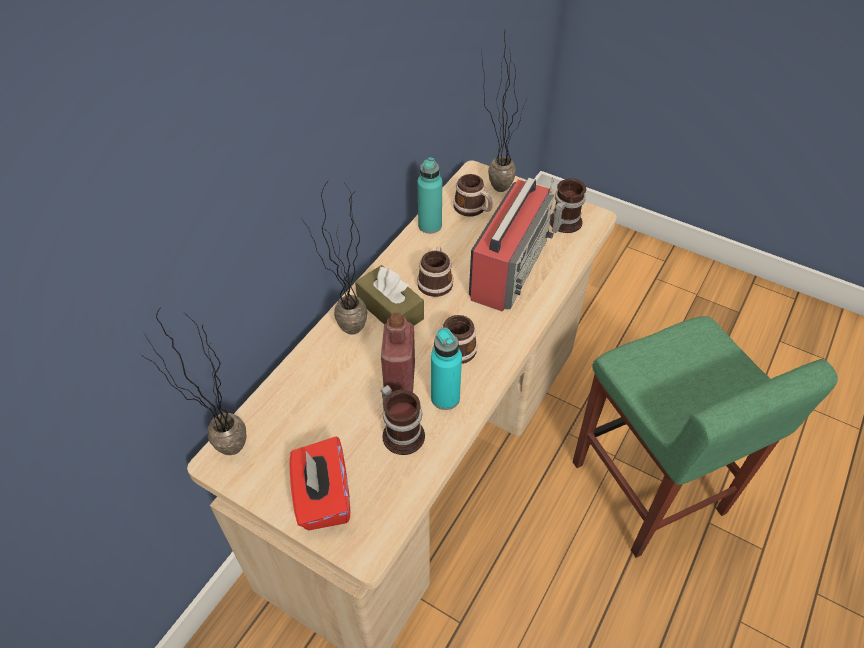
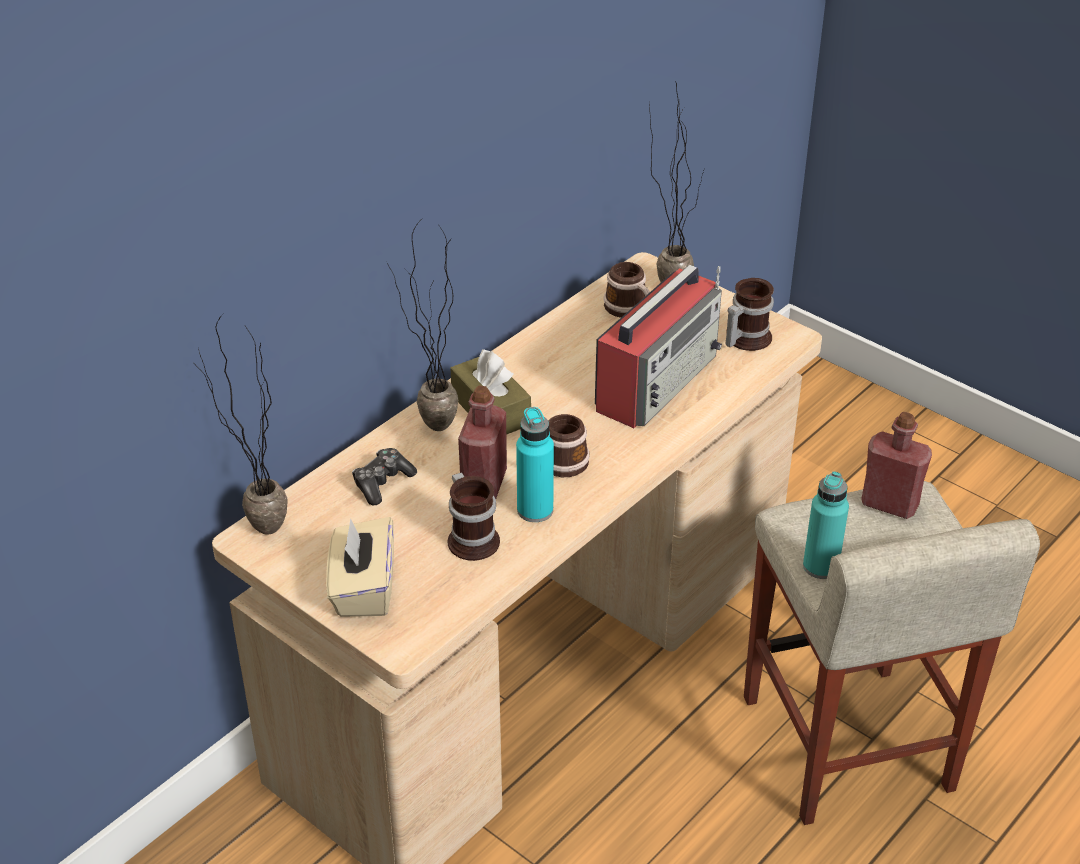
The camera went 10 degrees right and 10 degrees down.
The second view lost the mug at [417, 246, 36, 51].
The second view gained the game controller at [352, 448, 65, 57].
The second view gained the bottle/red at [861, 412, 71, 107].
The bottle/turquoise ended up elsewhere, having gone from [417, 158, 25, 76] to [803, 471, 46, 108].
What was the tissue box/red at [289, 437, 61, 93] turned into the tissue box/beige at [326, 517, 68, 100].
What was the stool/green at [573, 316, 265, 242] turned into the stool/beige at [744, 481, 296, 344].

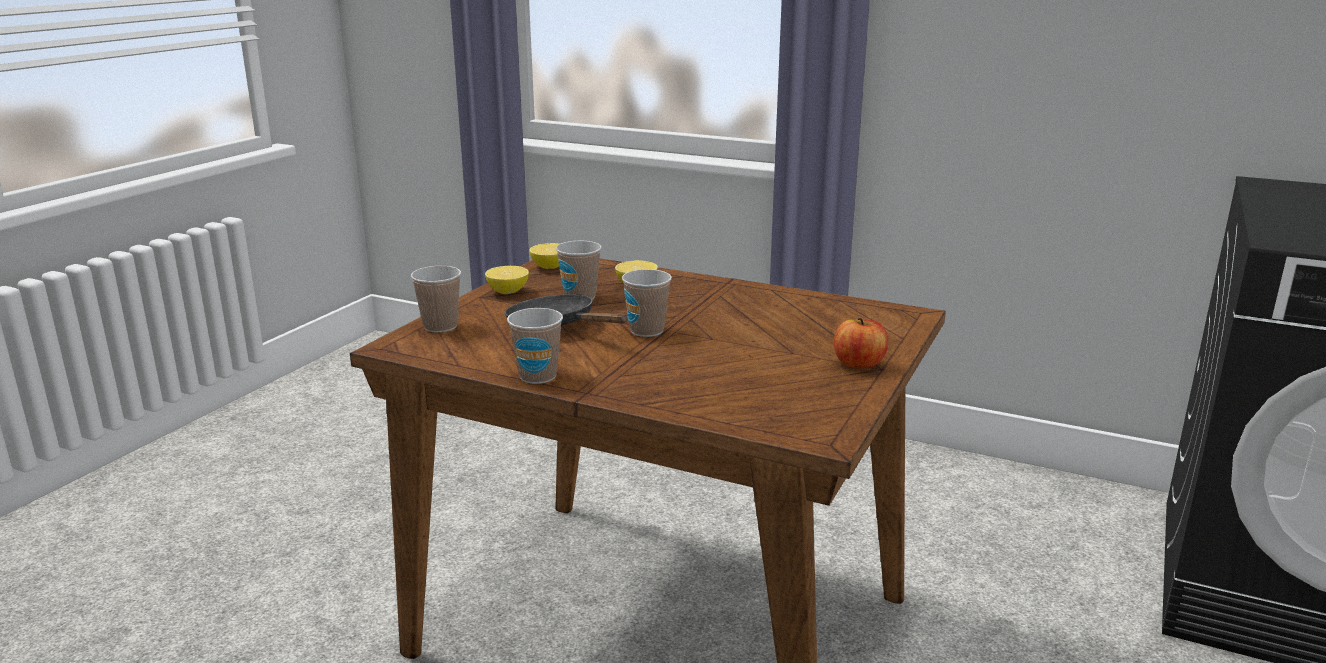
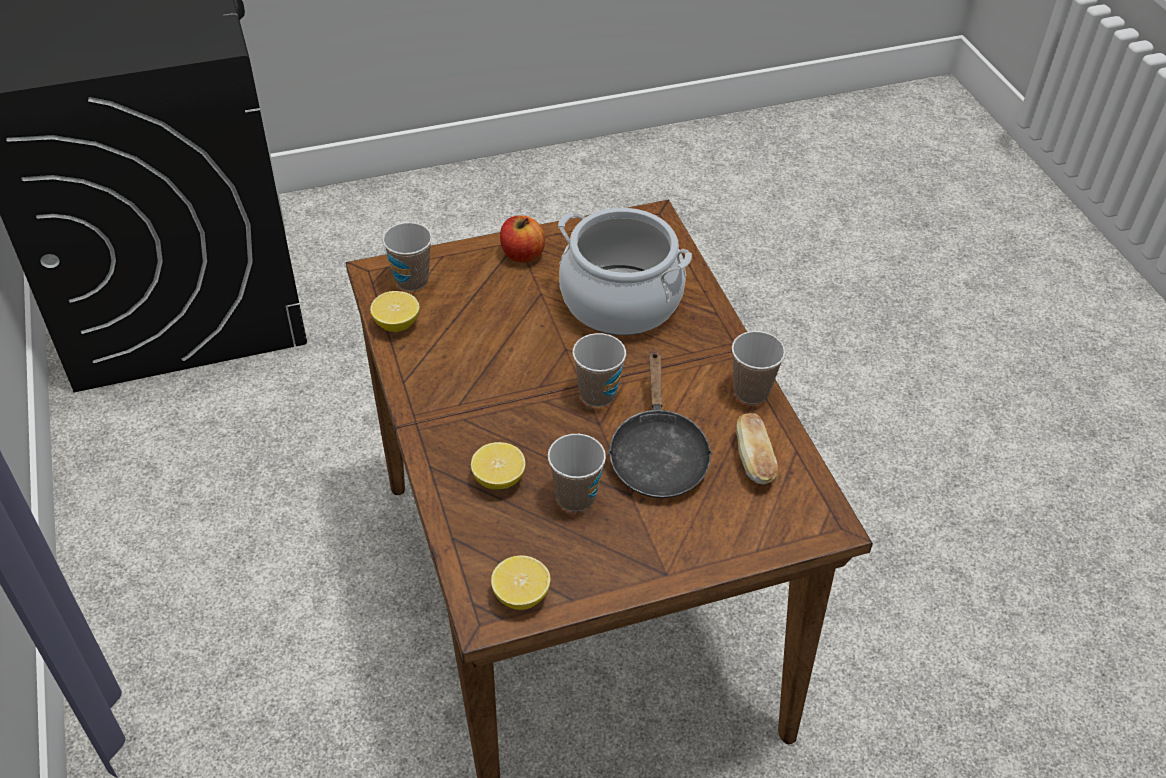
The camera went 135 degrees left and 25 degrees up.
The second view gained the cooking pot at [558, 208, 134, 127].
The second view gained the bread at [736, 413, 42, 72].
The cup ended up elsewhere, having gone from [411, 266, 50, 66] to [383, 222, 49, 69].
The lemon ended up elsewhere, having gone from [485, 266, 44, 28] to [370, 291, 50, 41].

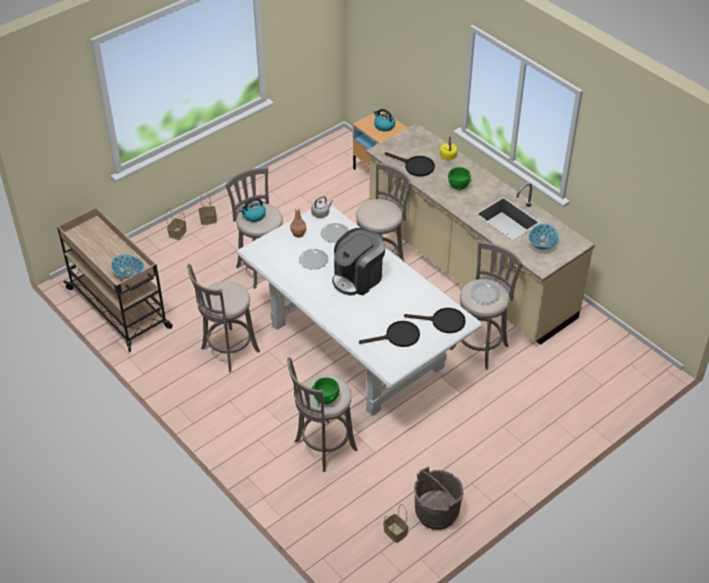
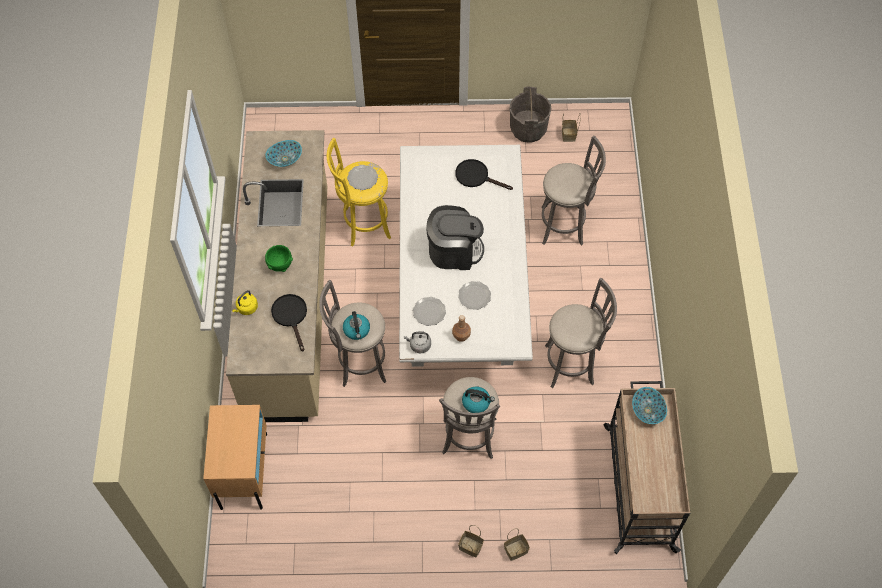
The camera went 140 degrees left and 15 degrees up.
The second view lost the bowl/green at [312, 377, 27, 27].
The second view lost the frying pan/black at [404, 308, 62, 25].
The kettle ended up elsewhere, having gone from [373, 109, 22, 22] to [343, 311, 27, 29].
What was the stool/grey at [450, 242, 72, 128] turned into the stool/yellow at [327, 138, 64, 108].

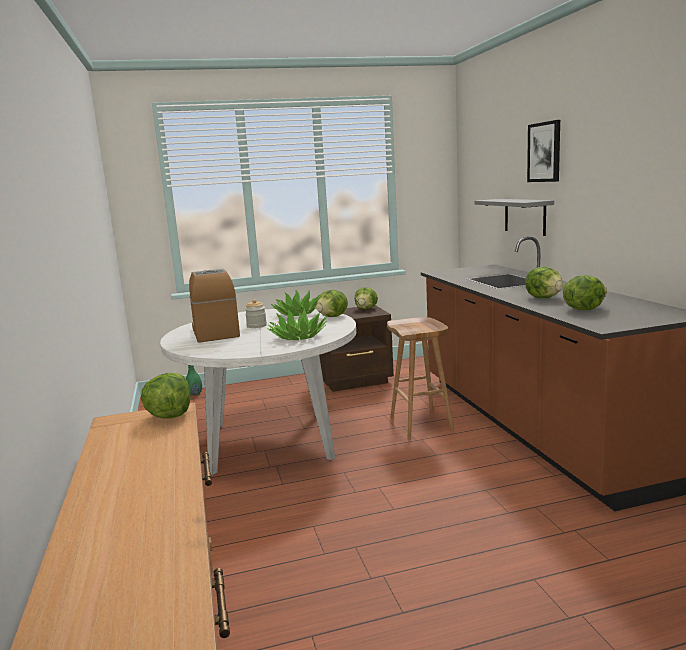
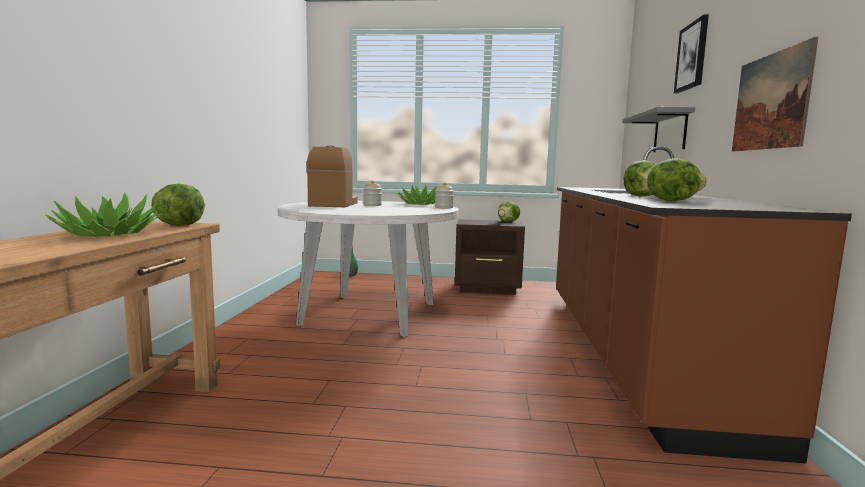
The camera went 20 degrees right and 5 degrees down.
The second view lost the stool/brown at [387, 317, 67, 122].
The second view gained the picture at [732, 37, 86, 114].
The potted plant ended up elsewhere, having gone from [267, 308, 60, 32] to [45, 192, 117, 45].
Where the lettuce stood at [316, 290, 32, 27], the jar came to stand at [435, 182, 19, 26].

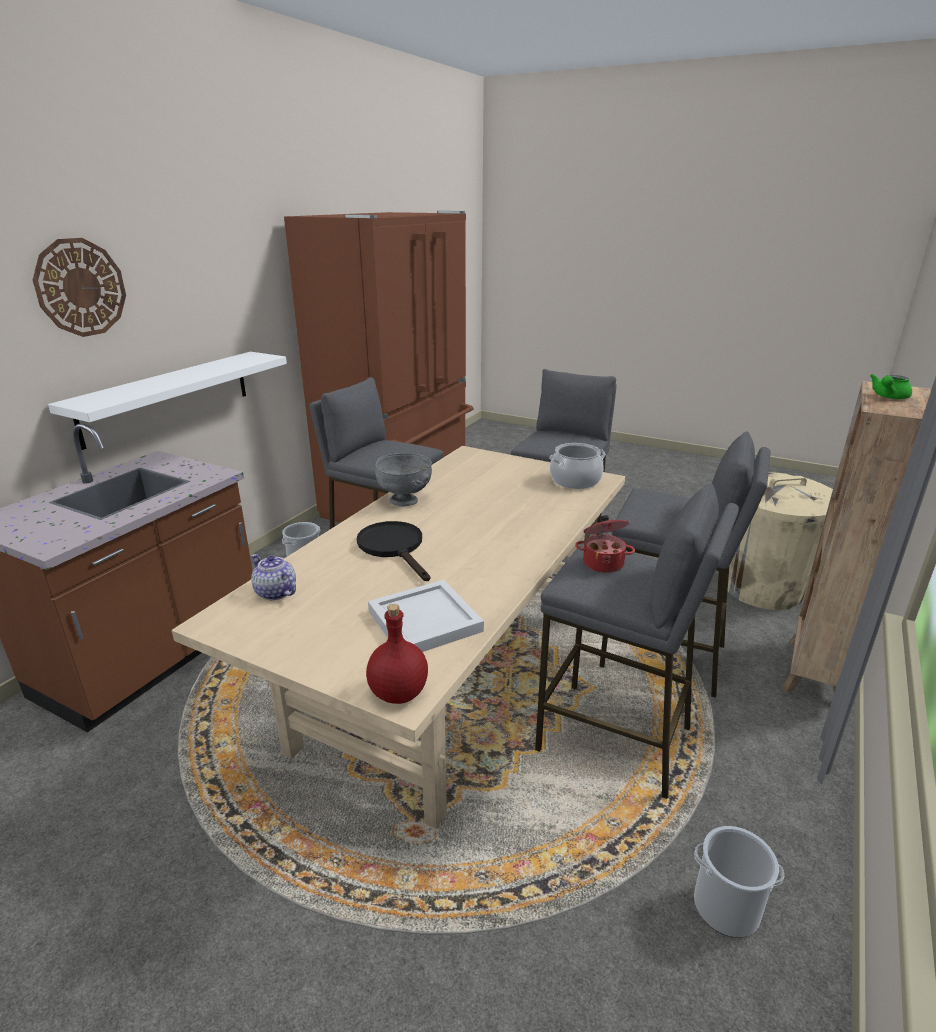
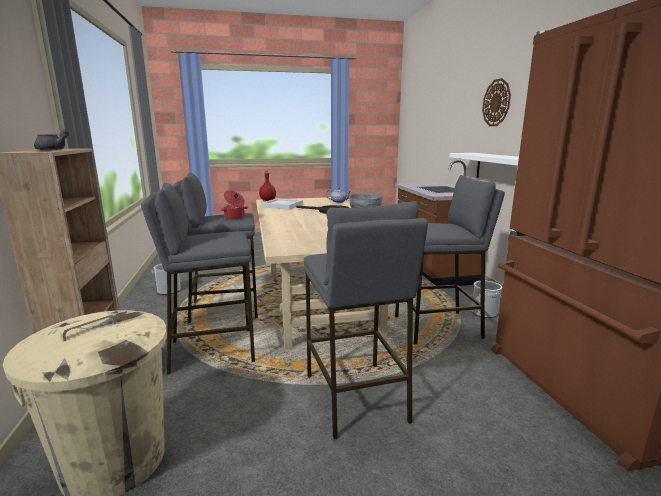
The camera went 140 degrees right and 10 degrees down.
The second view lost the cooking pot at [549, 443, 56, 46].
What was the teapot/green at [870, 374, 42, 25] turned into the teapot/grey at [34, 129, 35, 22].

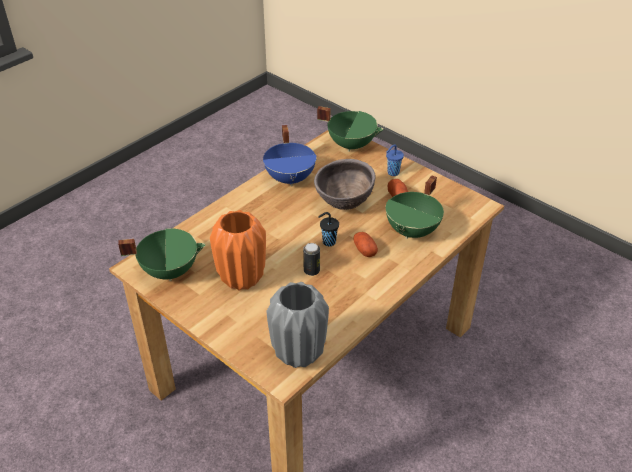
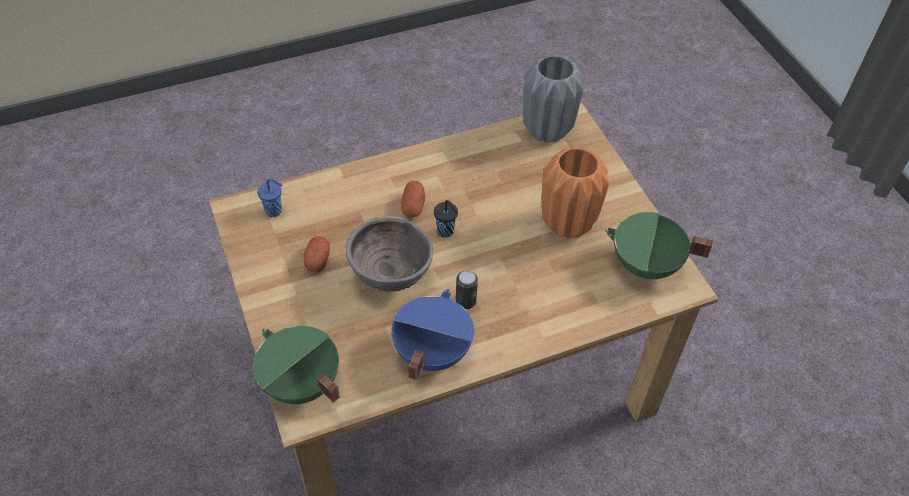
The camera went 155 degrees left and 10 degrees up.
The second view lost the cooking pot/green at [386, 176, 58, 63].
The can ended up elsewhere, having gone from [303, 243, 17, 33] to [456, 270, 22, 39].
The cup/blue ended up elsewhere, having gone from [386, 144, 18, 32] to [257, 178, 26, 39].

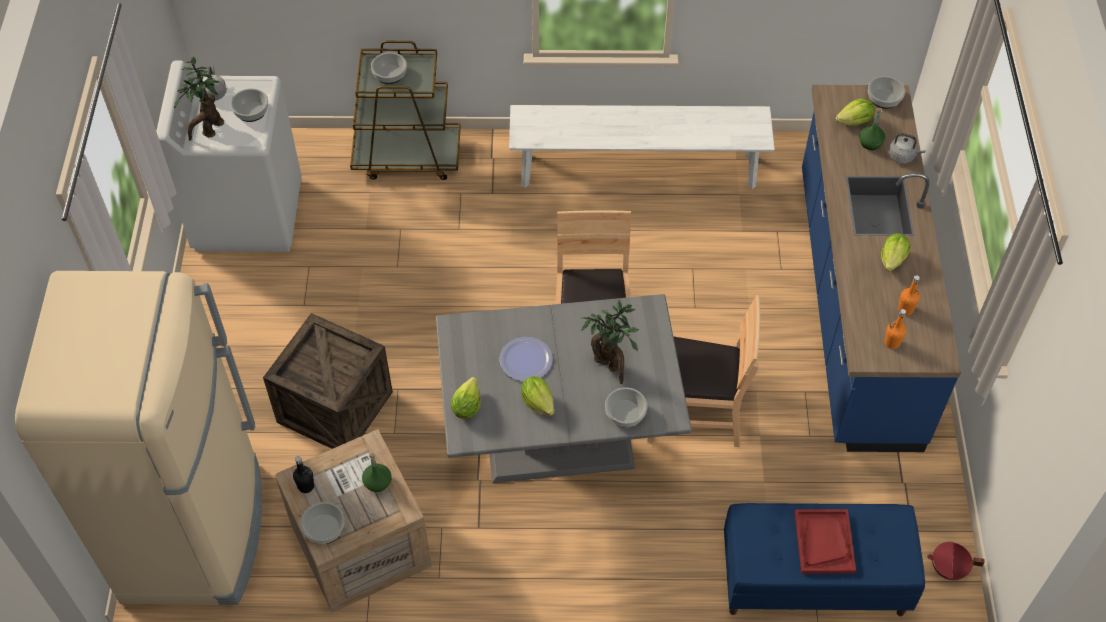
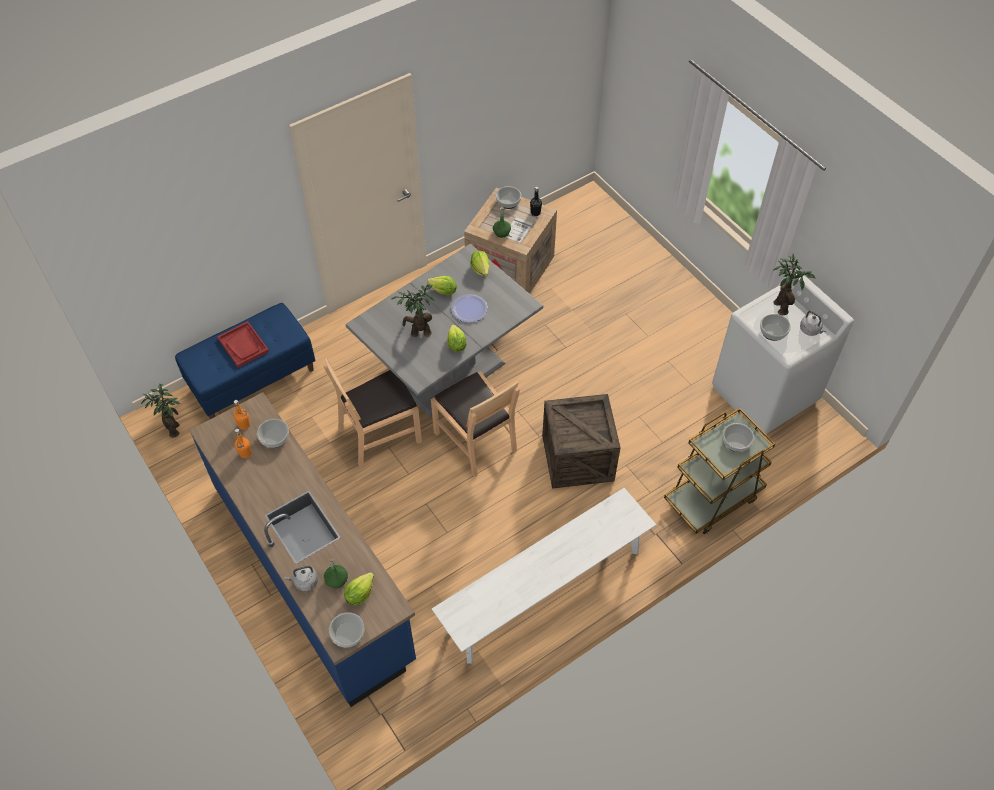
The camera went 145 degrees right and 0 degrees up.
The second view lost the fridge/beige at [15, 271, 247, 334].
The crate ended up elsewhere, having gone from [263, 313, 130, 136] to [542, 394, 78, 94].
The bowl ended up elsewhere, having gone from [605, 387, 42, 40] to [257, 419, 32, 29].
The lettuce ended up elsewhere, having gone from [881, 233, 29, 39] to [447, 324, 20, 28].
Where the cooking pot/red stood at [927, 542, 58, 38], the potted plant came to stand at [141, 384, 39, 54].

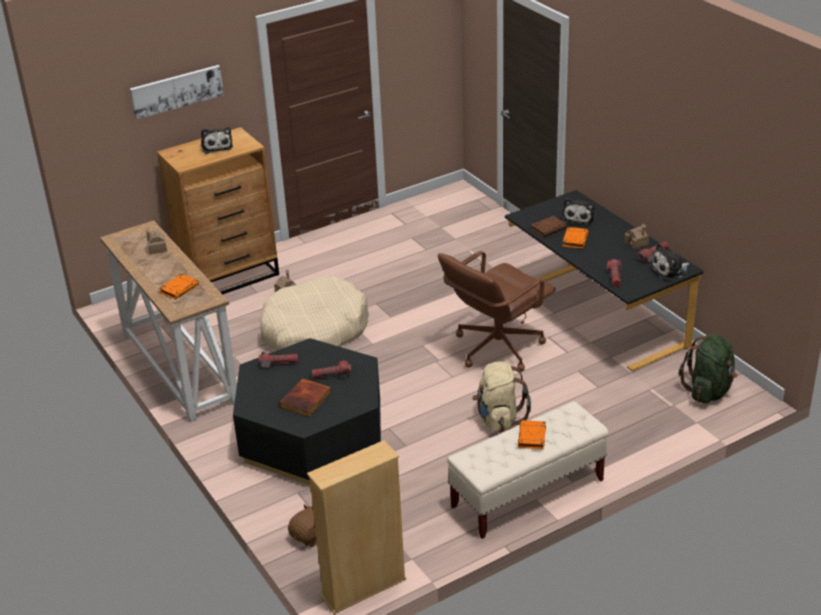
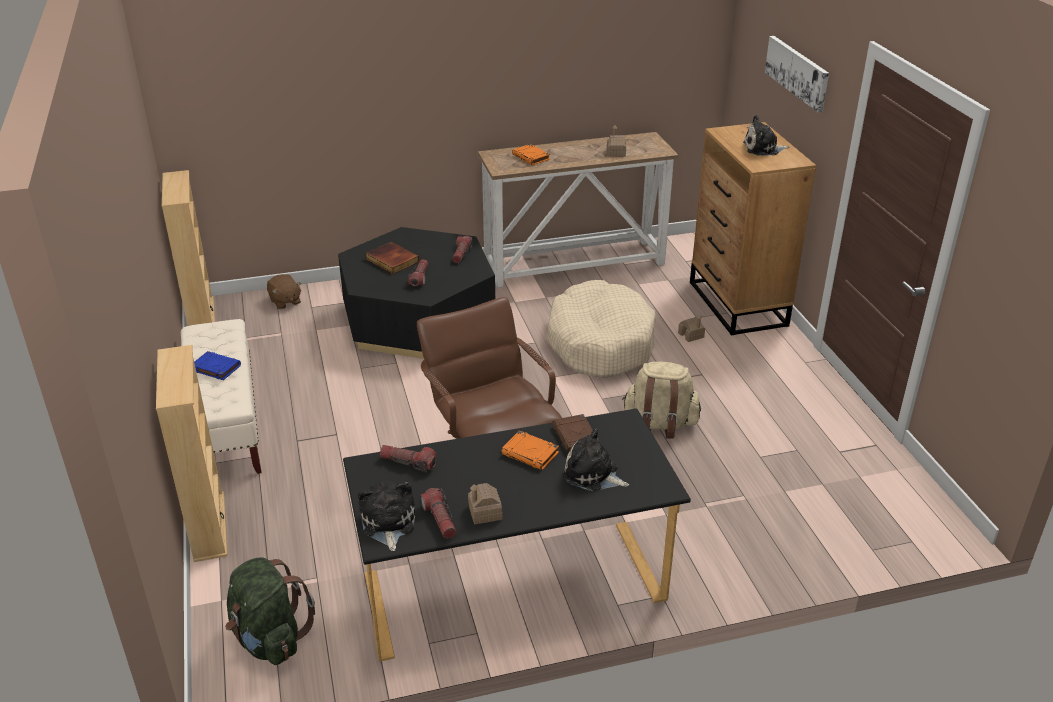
The camera went 105 degrees right and 0 degrees up.
The second view gained the bookcase/beige at [156, 345, 72, 217].
The backpack/beige ended up elsewhere, having gone from [472, 362, 59, 70] to [622, 362, 79, 77].
What was the book/orange at [518, 420, 28, 29] turned into the book/blue at [194, 351, 47, 29].

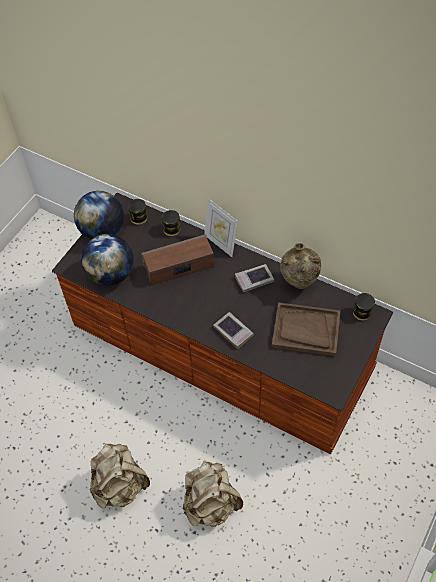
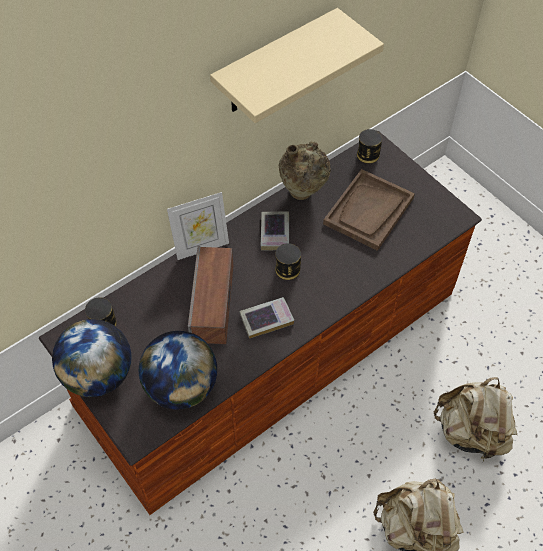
The camera went 70 degrees left and 0 degrees up.
The second view gained the shelf/beige at [210, 8, 174, 115].
The can ended up elsewhere, having gone from [162, 210, 19, 26] to [275, 243, 26, 37].
The book ended up elsewhere, having gone from [213, 312, 41, 37] to [240, 297, 54, 42].

